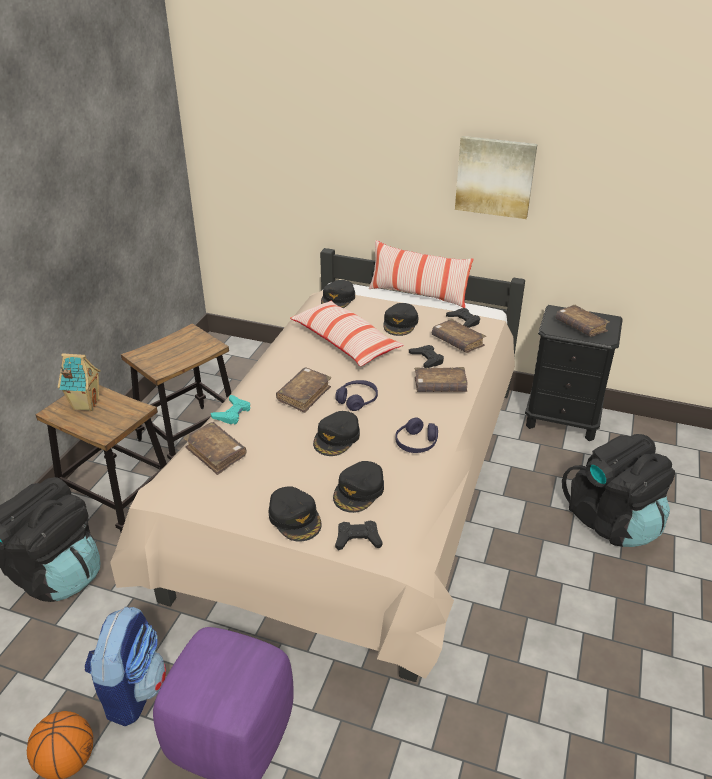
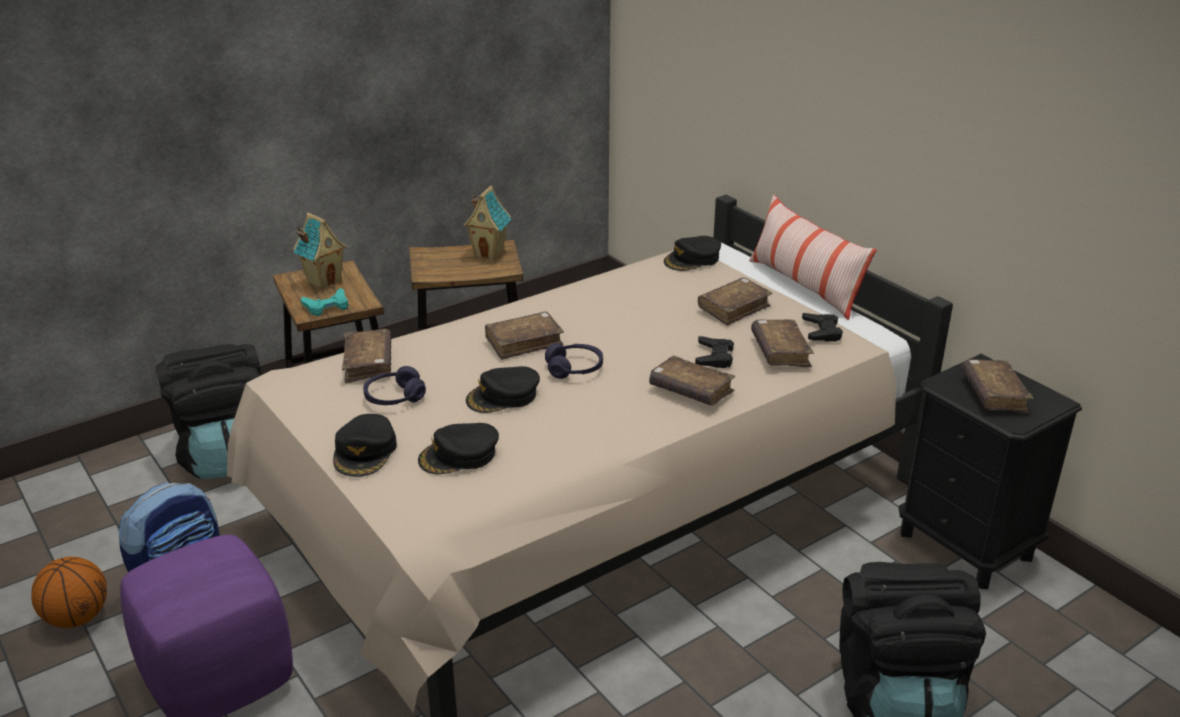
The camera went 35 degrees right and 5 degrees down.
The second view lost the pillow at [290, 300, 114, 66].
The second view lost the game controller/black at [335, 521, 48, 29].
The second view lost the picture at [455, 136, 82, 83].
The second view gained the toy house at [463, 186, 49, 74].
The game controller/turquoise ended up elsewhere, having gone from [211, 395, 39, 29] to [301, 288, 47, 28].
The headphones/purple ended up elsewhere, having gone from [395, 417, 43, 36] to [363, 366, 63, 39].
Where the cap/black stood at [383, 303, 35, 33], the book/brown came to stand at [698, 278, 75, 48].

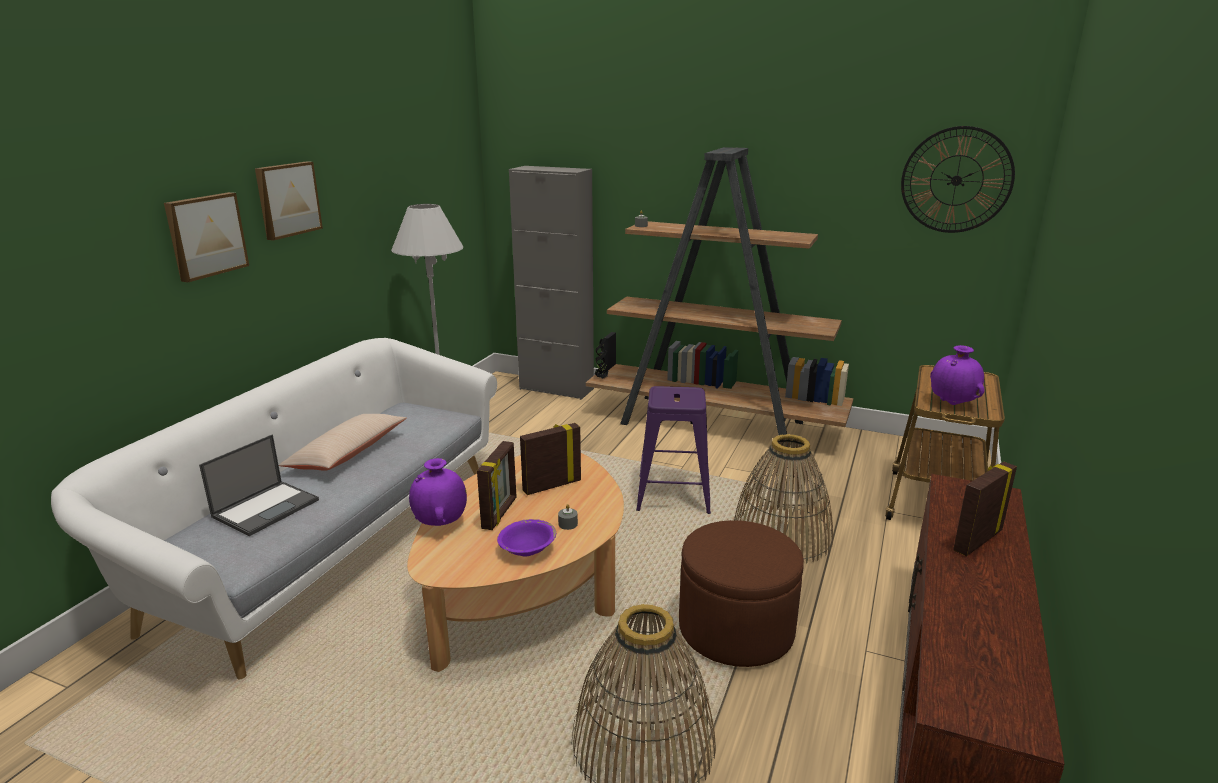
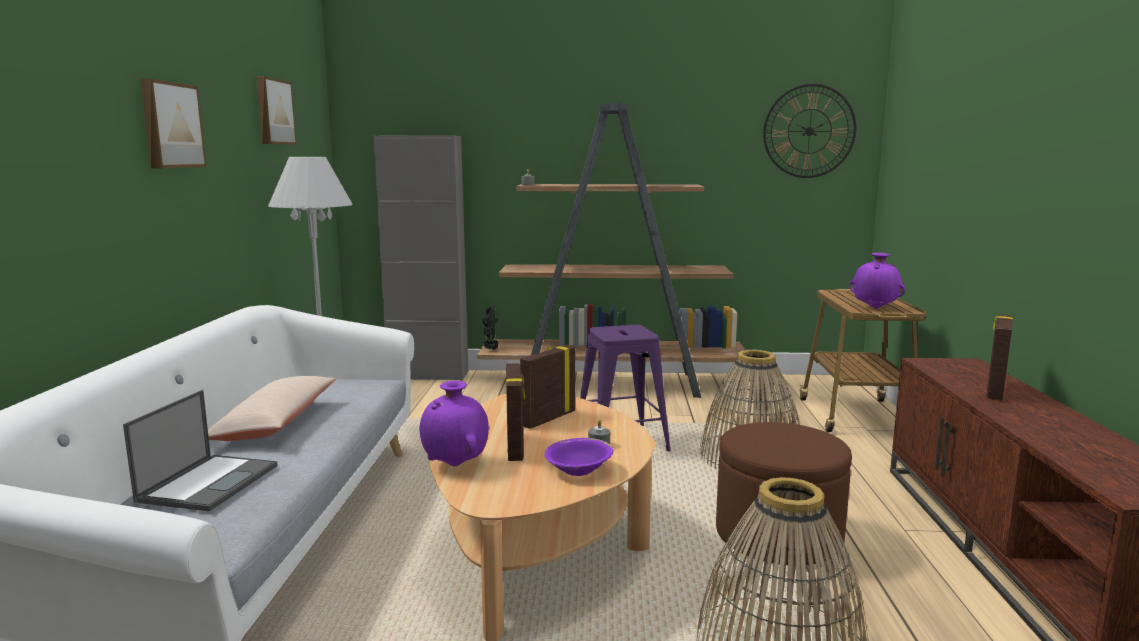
The camera went 20 degrees left and 10 degrees down.
The picture ended up elsewhere, having gone from [164, 192, 85, 90] to [256, 76, 41, 69].

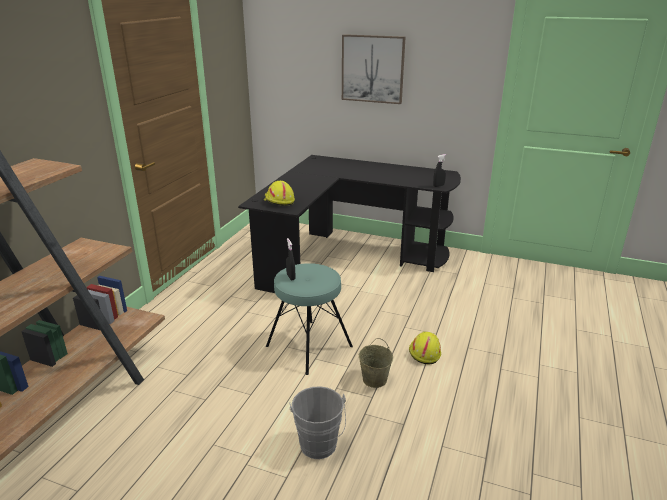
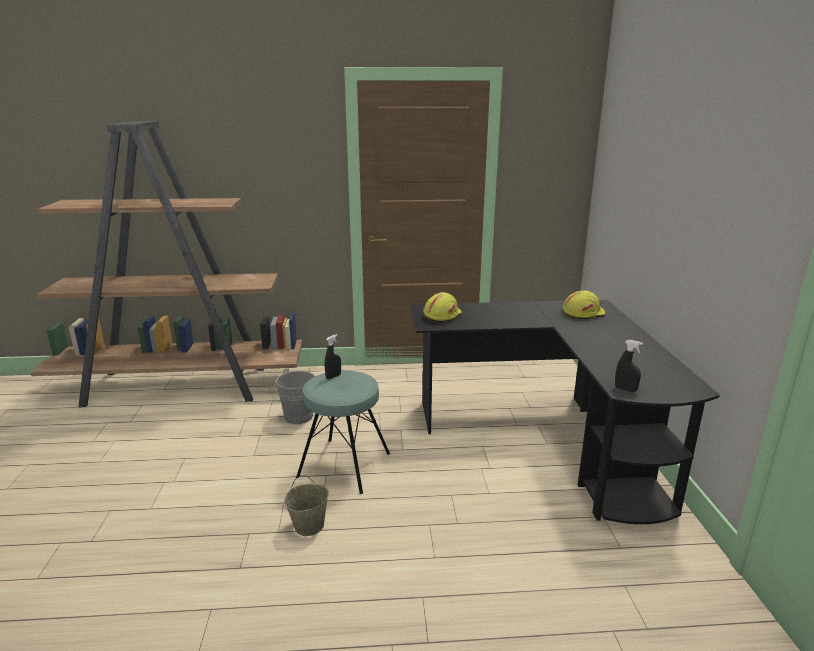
The camera went 65 degrees right and 5 degrees down.
The second view lost the picture at [342, 34, 64, 70].
The bucket/grey ended up elsewhere, having gone from [289, 386, 57, 73] to [269, 368, 46, 56].
The hard hat/yellow ended up elsewhere, having gone from [409, 332, 32, 32] to [563, 290, 43, 29].

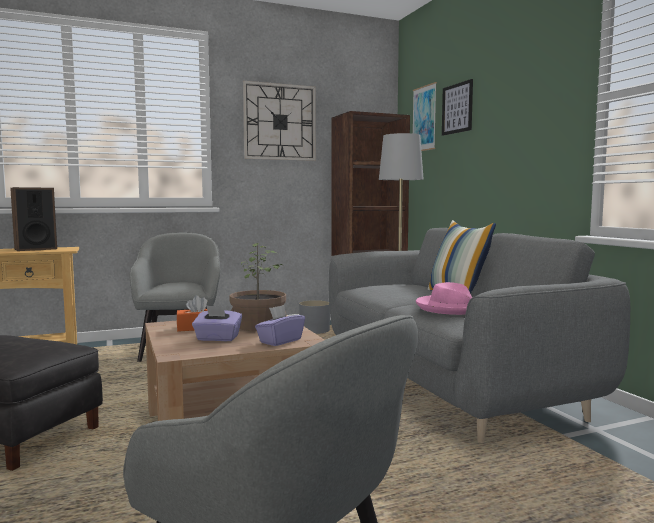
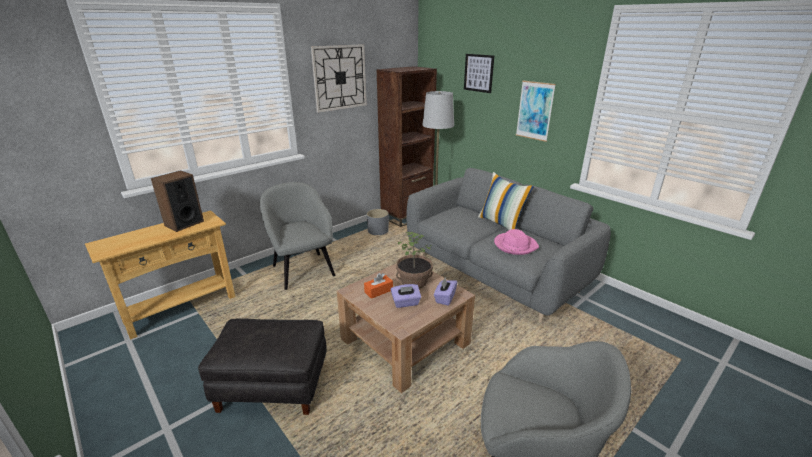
The camera went 20 degrees left and 20 degrees up.
The picture ended up elsewhere, having gone from [413, 82, 24, 69] to [516, 81, 40, 61].

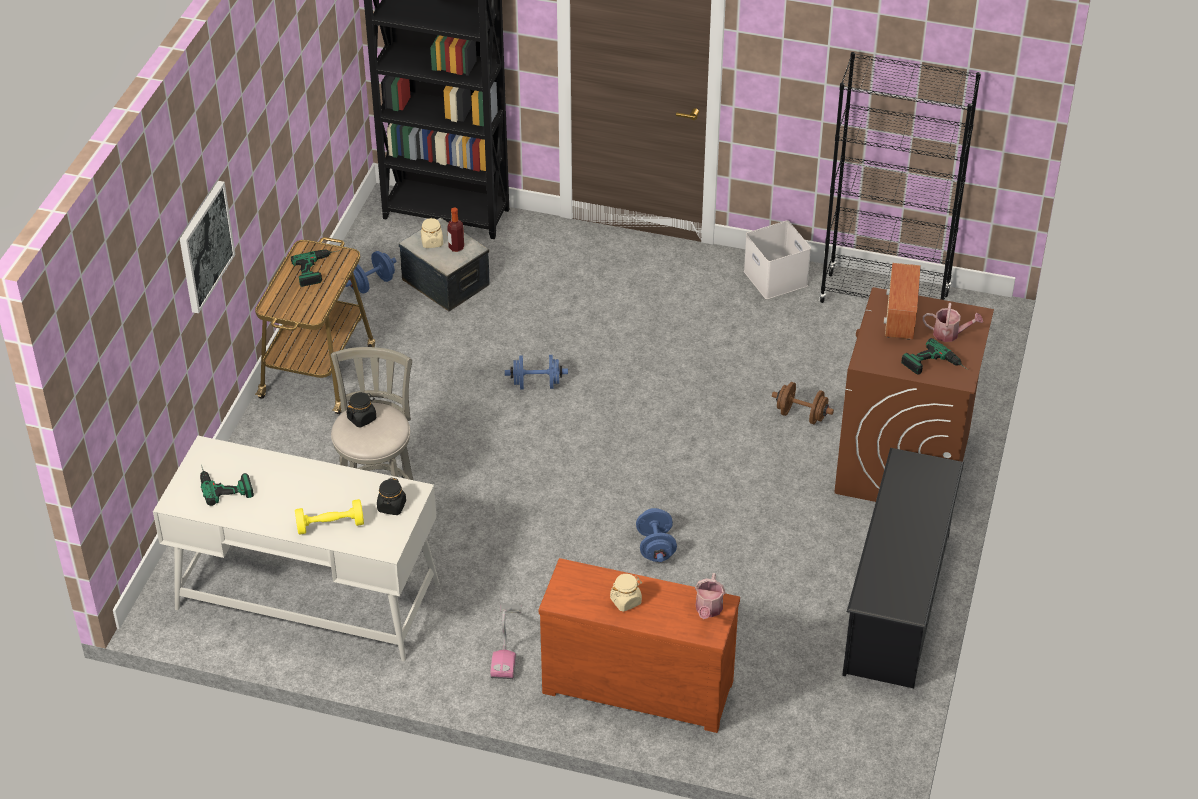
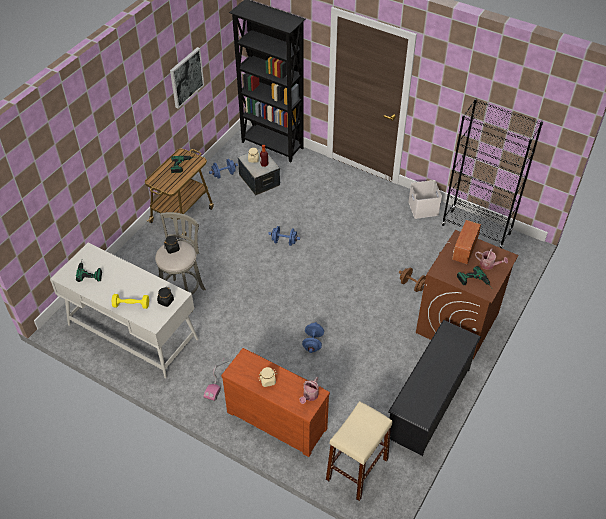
The camera went 15 degrees right and 5 degrees up.
The second view gained the stool/beige at [326, 401, 66, 100].
The picture ended up elsewhere, having gone from [180, 181, 55, 132] to [170, 47, 34, 62].

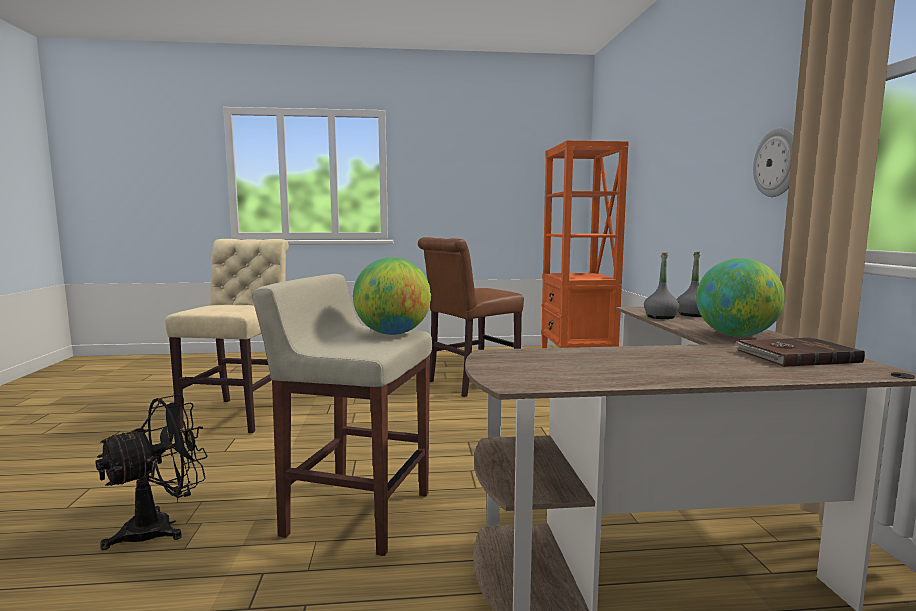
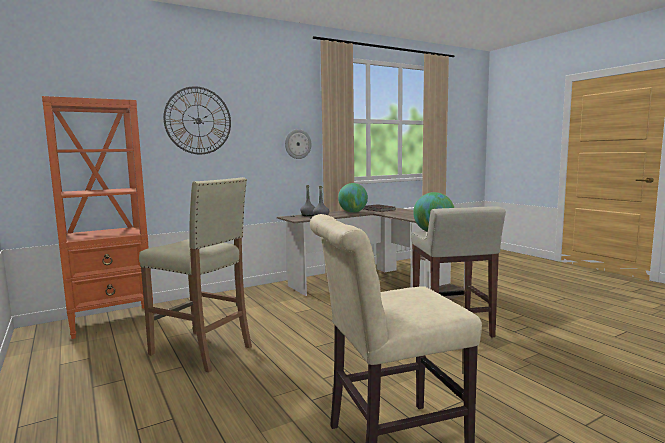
The camera went 115 degrees left and 0 degrees up.
The second view lost the fan/black at [95, 394, 113, 156].
The second view gained the wall clock at [163, 86, 68, 69].
Where the chair/brown stood at [418, 237, 106, 160], the stool/beige came to stand at [139, 177, 113, 195].

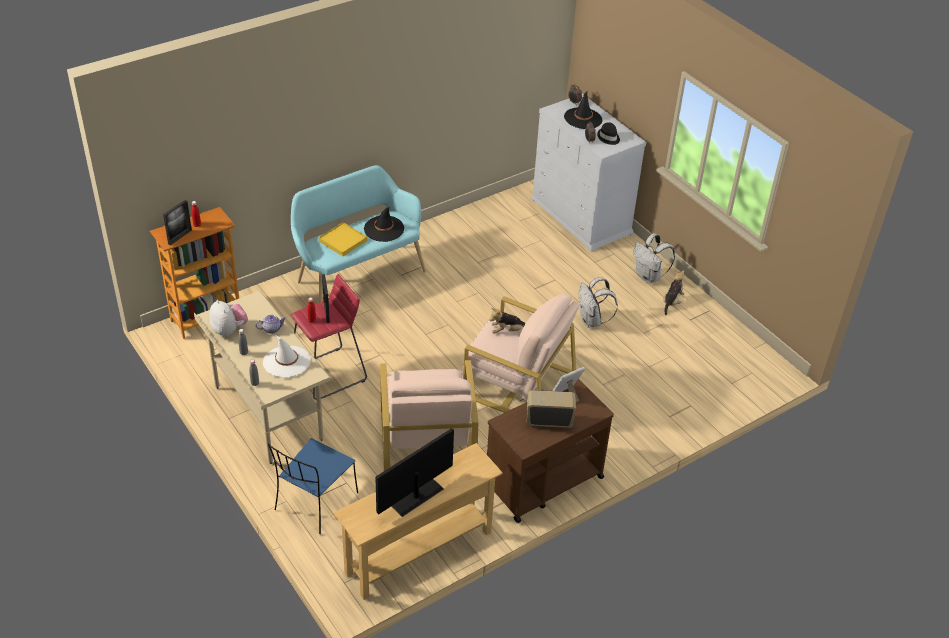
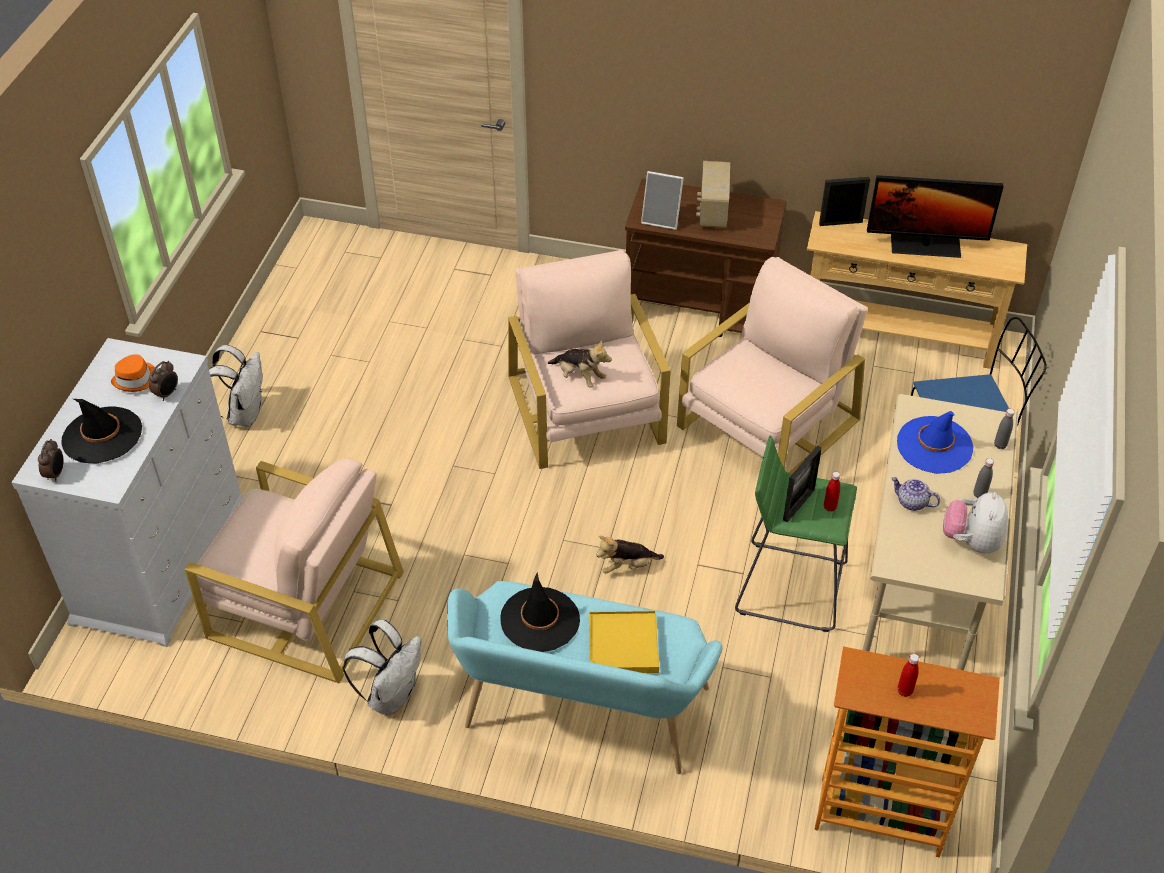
The camera went 130 degrees left and 5 degrees up.
The second view gained the armchair/beige at [185, 459, 219, 225].
The picture frame ended up elsewhere, having gone from [163, 200, 29, 45] to [819, 177, 51, 49].
The backpack/white ended up elsewhere, having gone from [578, 277, 40, 51] to [343, 620, 79, 96].
The plush toy ended up elsewhere, having gone from [663, 270, 21, 45] to [596, 536, 68, 38].
What was the hat/white at [263, 336, 48, 41] turned into the hat/blue at [897, 411, 76, 63].
What was the stool/red at [291, 274, 76, 126] turned into the stool/green at [735, 436, 122, 196].
What was the hat/black at [597, 122, 23, 23] turned into the hat/orange at [111, 354, 45, 38].
The radio at [527, 390, 49, 38] ended up facing another way, 45 degrees clockwise from before.

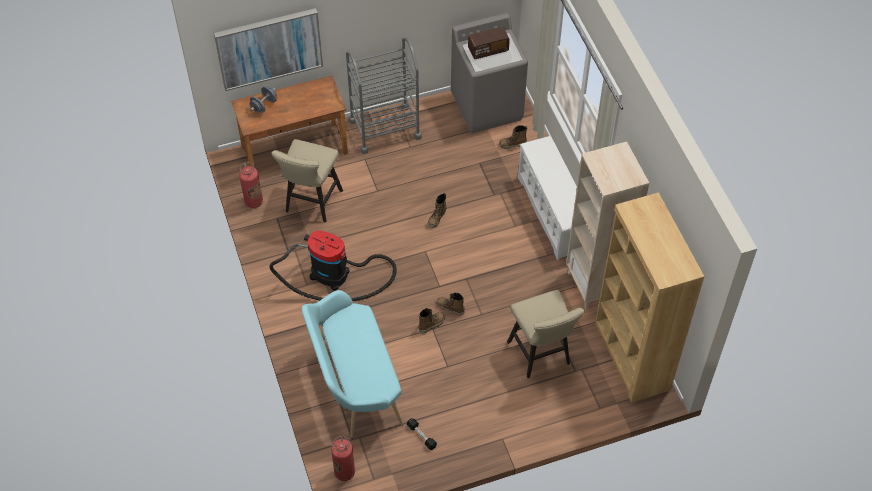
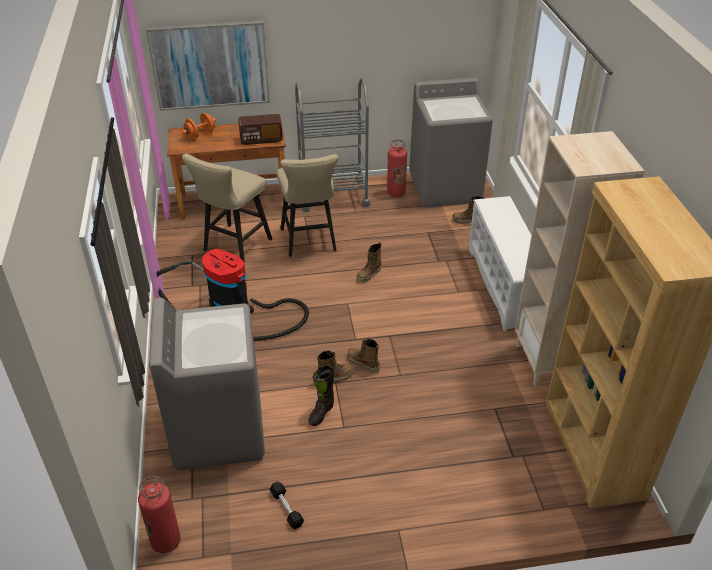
The camera went 10 degrees right and 15 degrees down.
The second view gained the boot/black at [308, 365, 26, 61].
The fire extinguisher ended up elsewhere, having gone from [239, 162, 24, 46] to [387, 140, 20, 58].
The radio ended up elsewhere, having gone from [468, 27, 42, 32] to [238, 114, 45, 31].
The stool/beige ended up elsewhere, having gone from [507, 290, 77, 88] to [277, 154, 62, 103].
Where the bench/turquoise stood at [302, 290, 102, 148], the washing machine/grey came to stand at [149, 298, 116, 173].
What was the dumbbell/grey at [250, 86, 27, 27] turned into the dumbbell/orange at [182, 113, 34, 26].

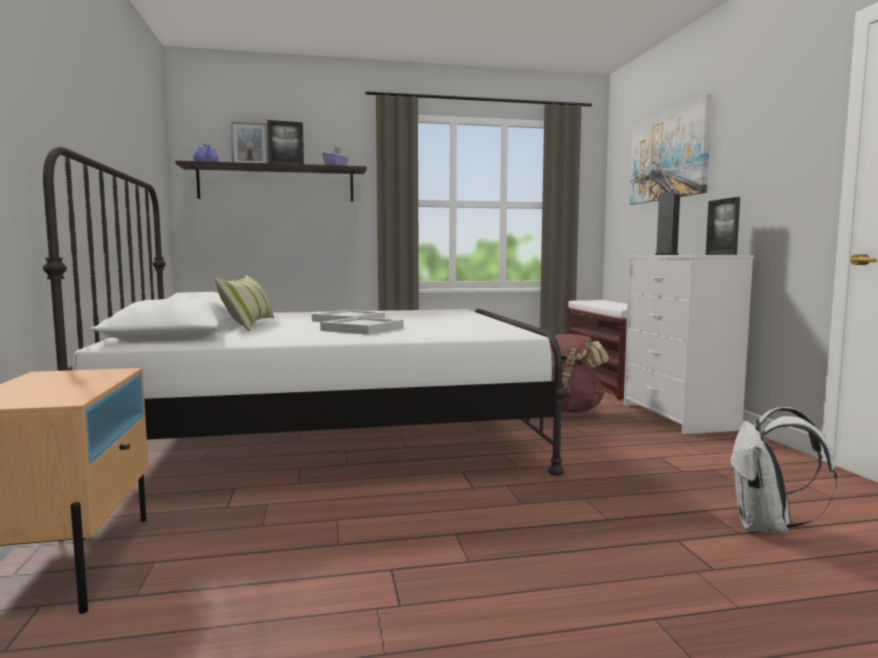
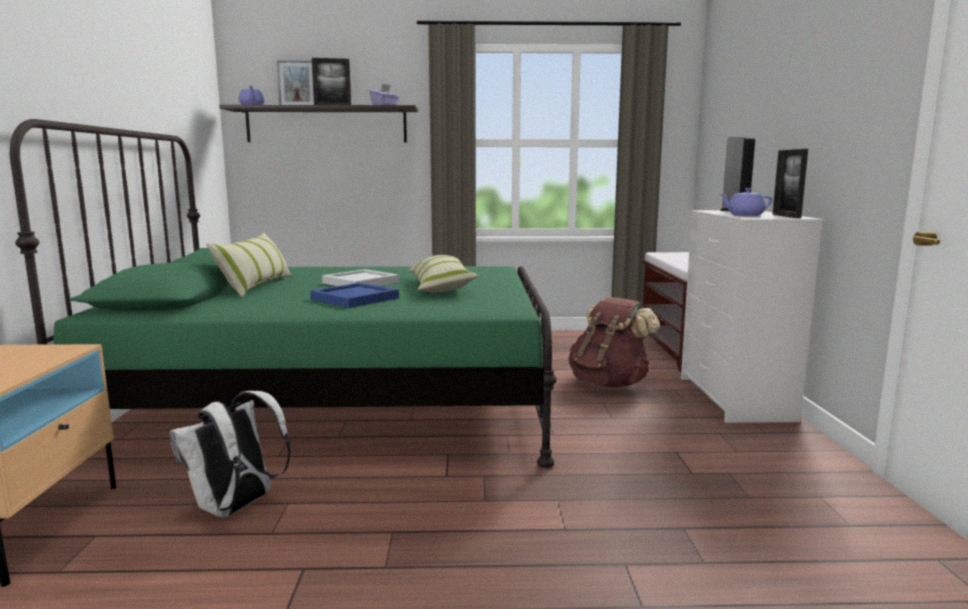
The camera went 10 degrees right and 5 degrees up.
The second view lost the picture at [630, 94, 82, 111].
The second view gained the pillow at [408, 255, 71, 37].
The second view gained the teapot/purple at [720, 188, 52, 28].
The backpack/white ended up elsewhere, having gone from [729, 407, 108, 128] to [169, 391, 122, 126].
What was the bed/white at [43, 146, 524, 330] turned into the bed/green at [10, 119, 547, 349].
What was the tray/white at [320, 317, 83, 18] turned into the tray/blue at [310, 283, 89, 25].

